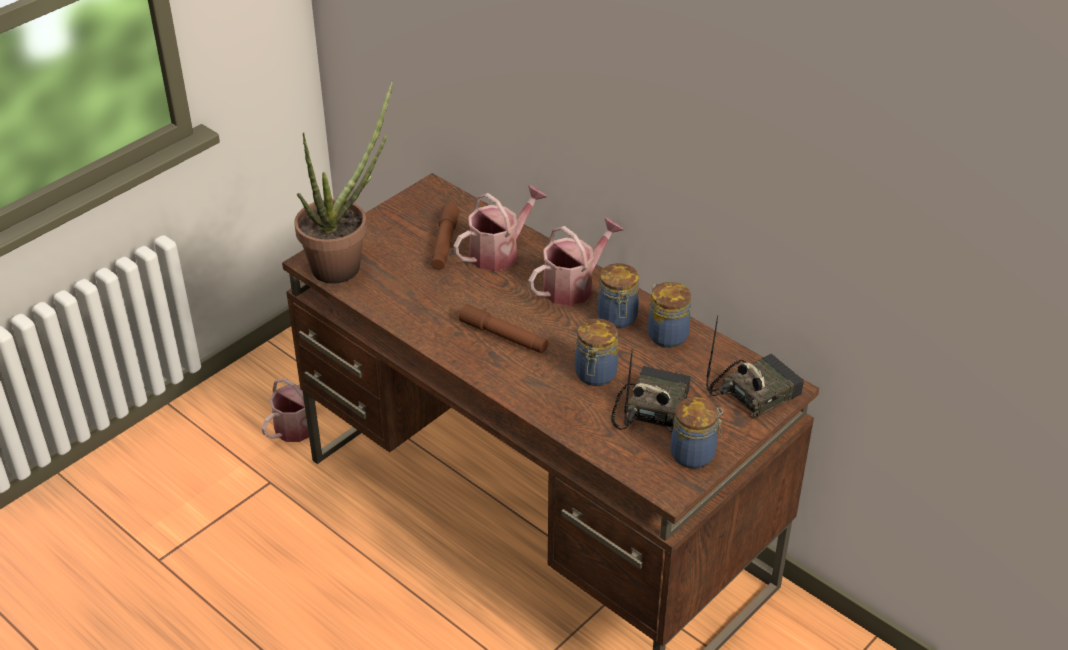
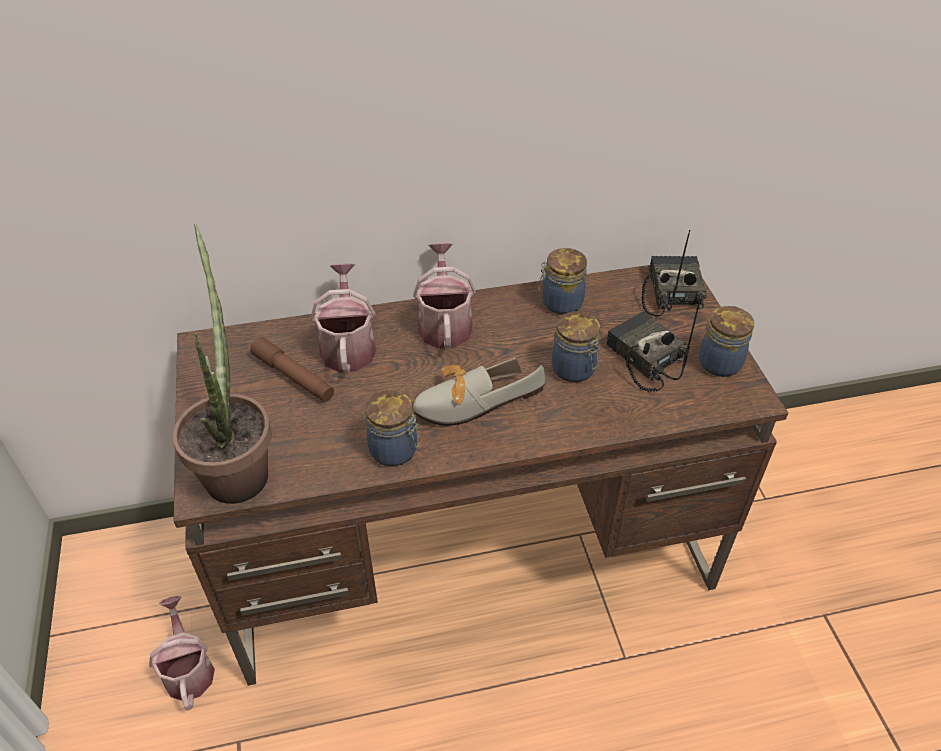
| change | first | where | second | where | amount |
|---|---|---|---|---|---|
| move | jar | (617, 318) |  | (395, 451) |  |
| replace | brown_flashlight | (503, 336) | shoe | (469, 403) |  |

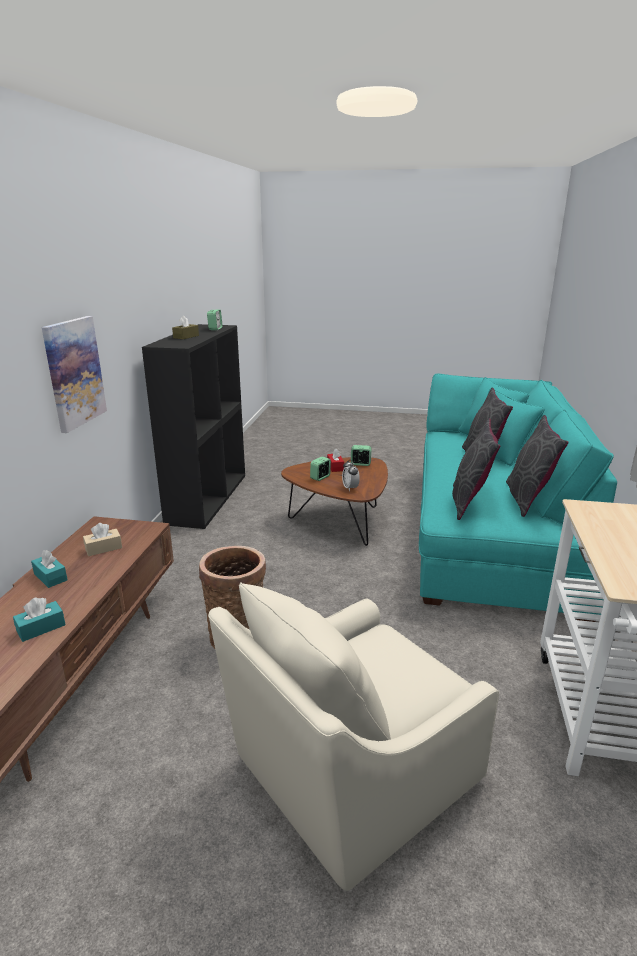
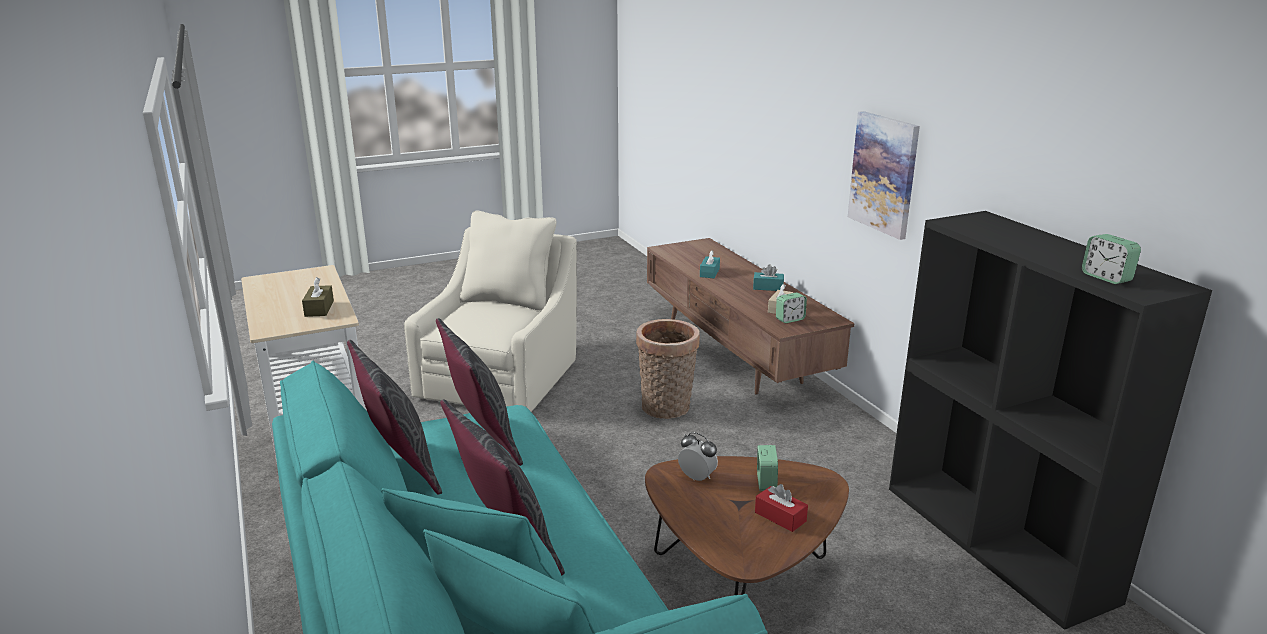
| change | first | where | second | where | amount |
|---|---|---|---|---|---|
| move | brown_tissue_box | (186, 337) |  | (319, 308) |  |
| move | alarm_clock | (360, 464) |  | (790, 319) |  |

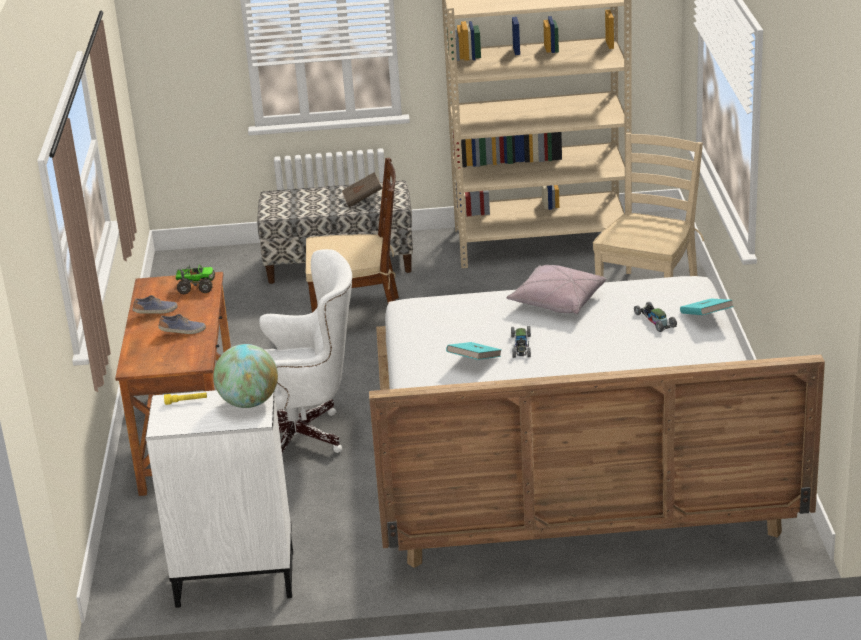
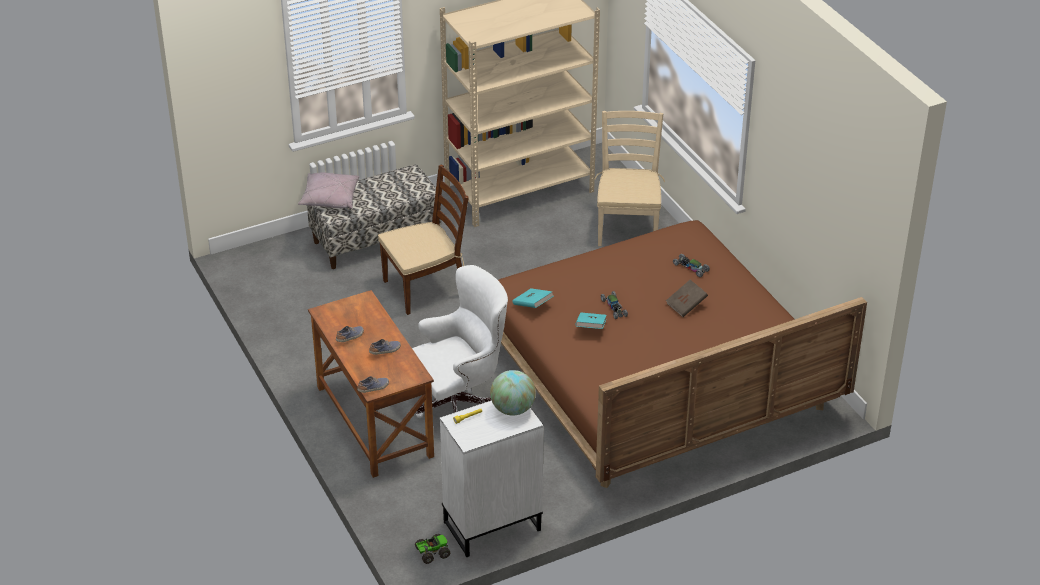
| change | first | where | second | where | amount |
|---|---|---|---|---|---|
| move | purple_pillow | (557, 302) |  | (330, 199) |  |
| insert |  |  | shoe | (373, 388) |  |
| move | toy_truck | (196, 286) |  | (432, 552) |  |
| recolor | white_bed | (571, 450) | brown_bed | (653, 372) |  |
| move | turquoise_book | (706, 317) |  | (532, 305) |  |
| move | brown_book | (362, 199) |  | (686, 305) |  |

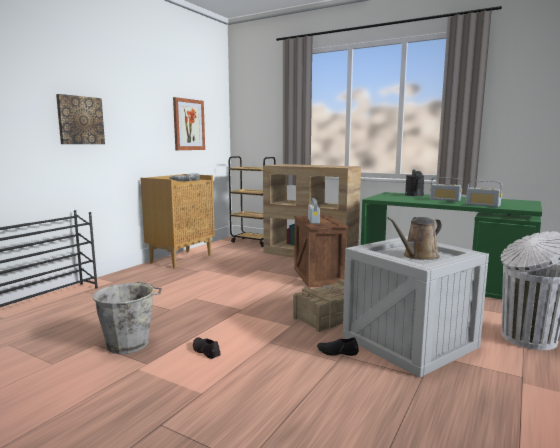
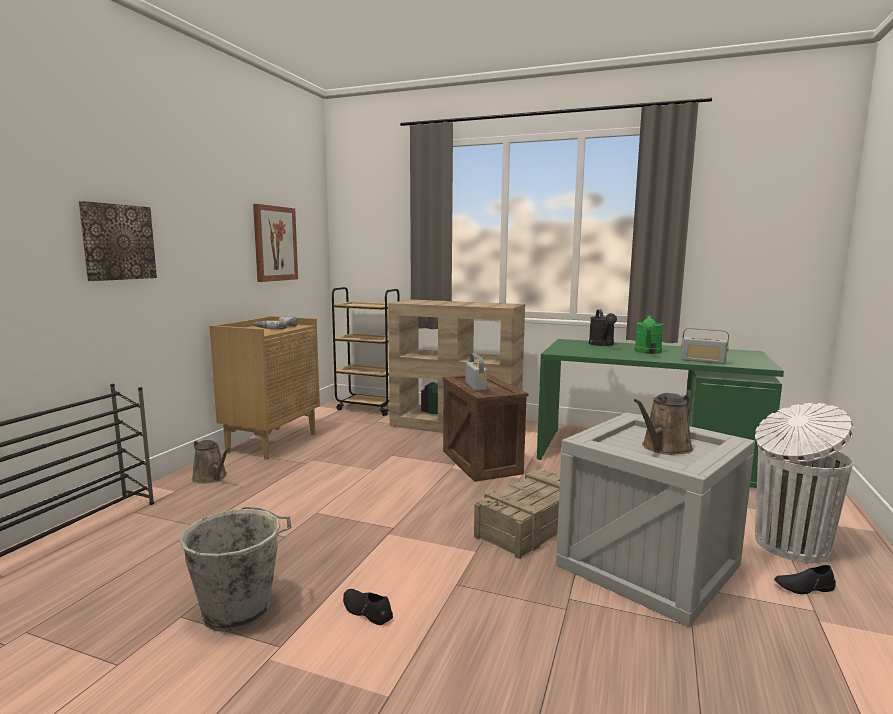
| change | first | where | second | where | amount |
|---|---|---|---|---|---|
| insert |  |  | brown_watering_can | (211, 478) |  |
| replace | radio | (445, 200) | green_watering_can | (648, 352) |  |
| move | black_shoe | (337, 352) |  | (804, 587) |  |

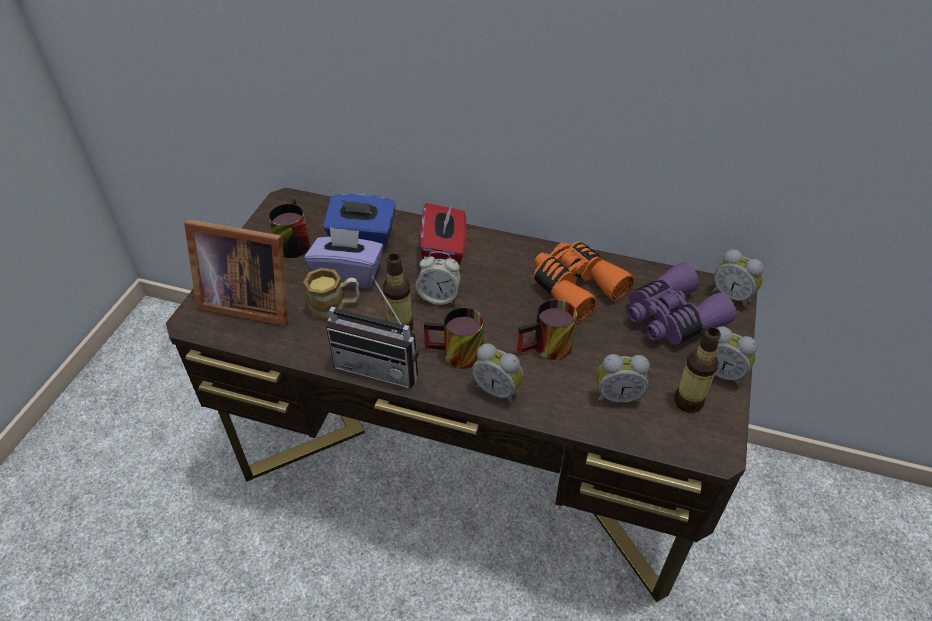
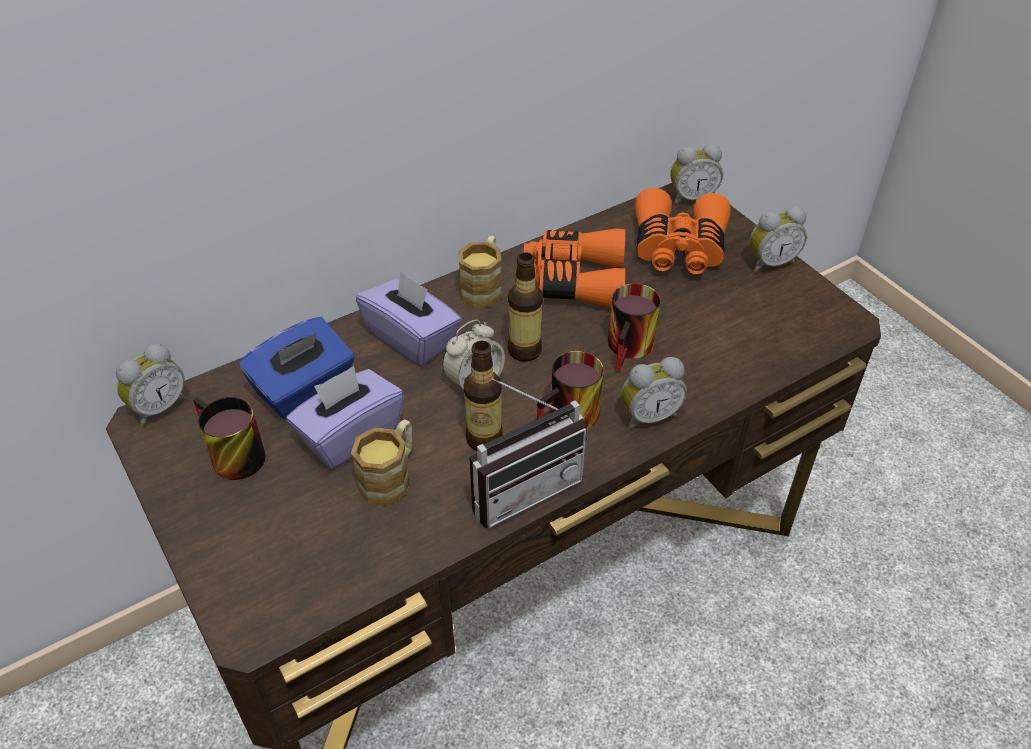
| change | first | where | second | where | amount |
|---|---|---|---|---|---|
| move | alarm_clock | (617, 396) |  | (158, 407) |  |
| recolor | red_tissue_box | (444, 252) | purple_tissue_box | (412, 338) |  |
| insert |  |  | mug | (484, 287) |  |
| move | bottle | (688, 401) |  | (524, 350) |  |
| recolor | purple_binoculars | (671, 318) | orange_binoculars | (678, 248) |  |
| delete | picture_frame | (247, 301) |  |  |  |

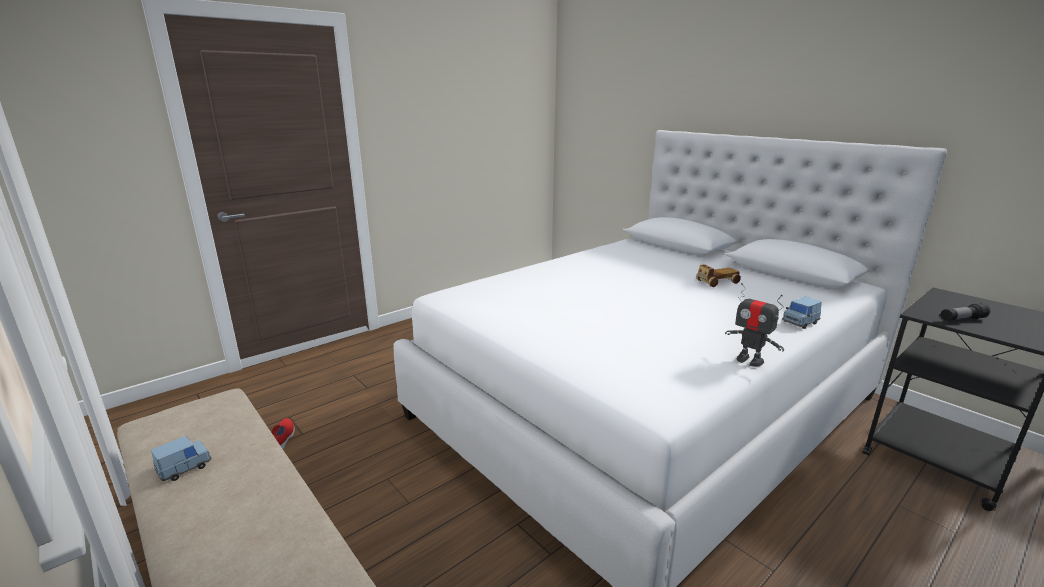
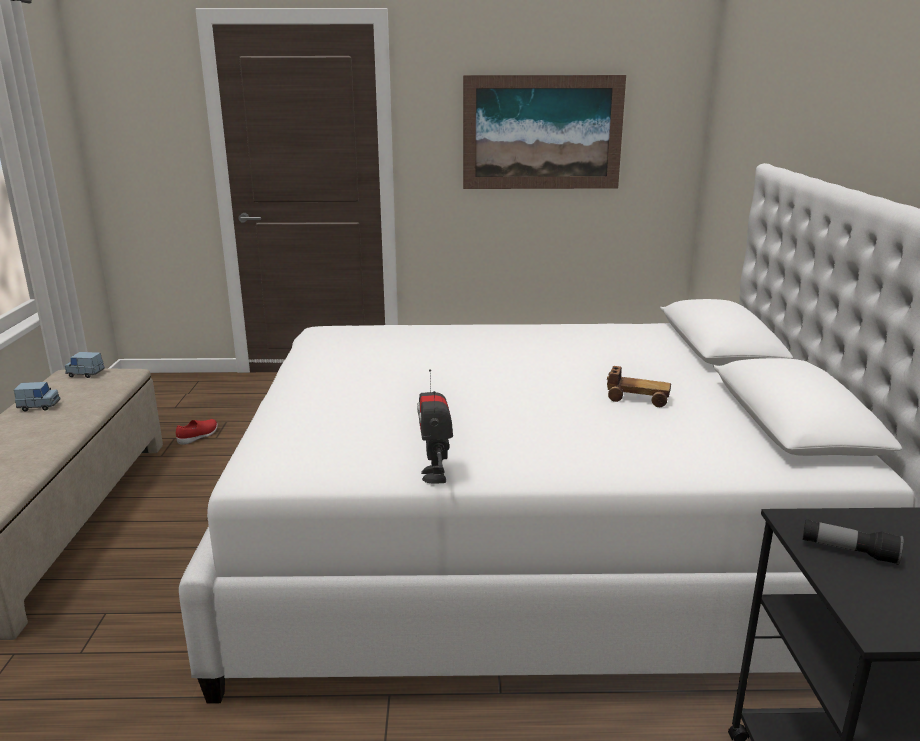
| change | first | where | second | where | amount |
|---|---|---|---|---|---|
| move | blue_toy_car | (800, 322) |  | (85, 374) |  |
| insert |  |  | picture | (542, 133) |  |

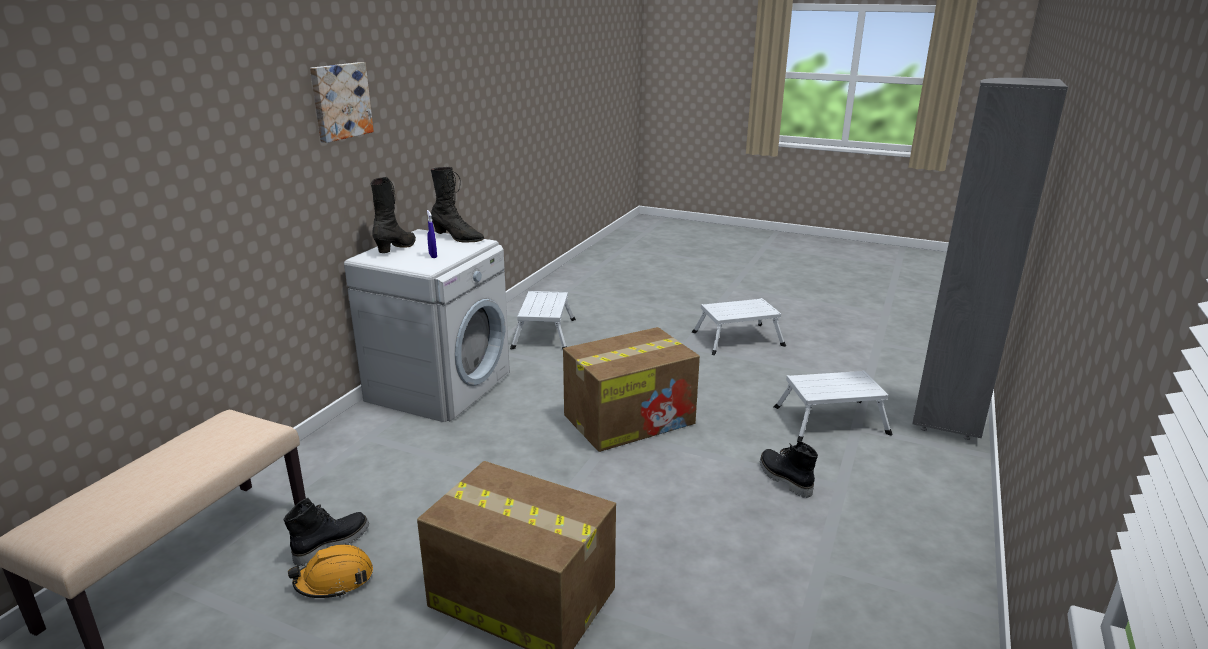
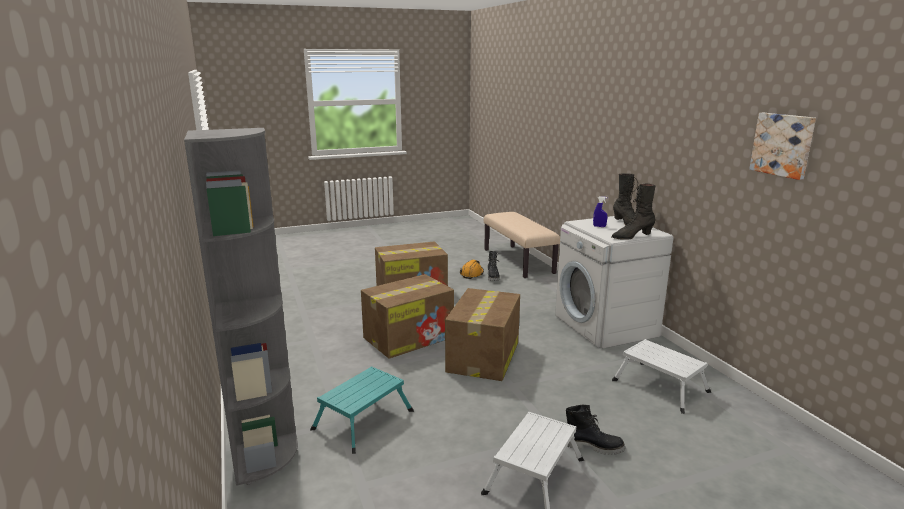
| change | first | where | second | where | amount |
|---|---|---|---|---|---|
| recolor | white_step_ladder | (830, 420) | turquoise_step_ladder | (363, 419) |  |
| insert |  |  | cardboard_box | (409, 337) |  |
| move | black_boot | (784, 479) |  | (593, 446) |  |
| move | picture | (340, 101) |  | (783, 145) |  |

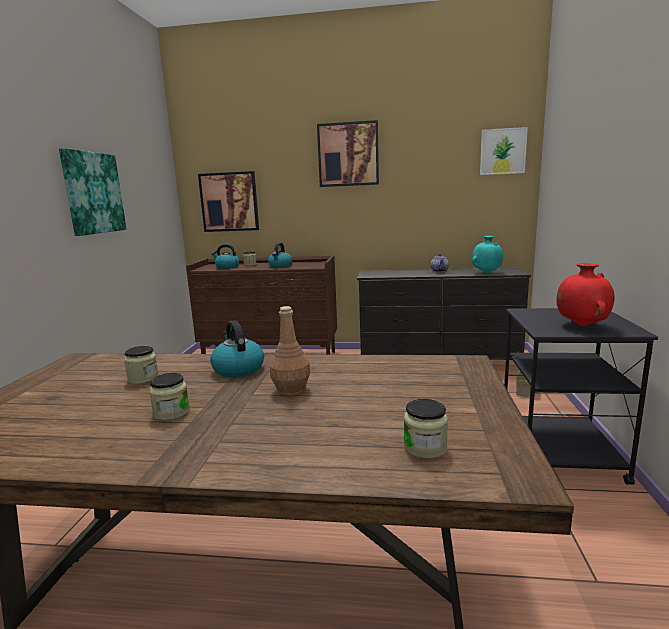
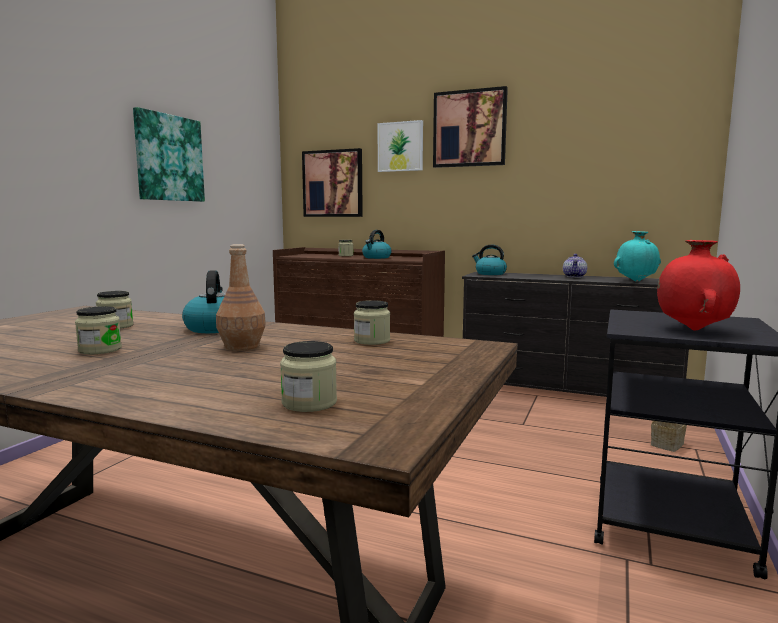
| change | first | where | second | where | amount |
|---|---|---|---|---|---|
| insert |  |  | jar | (372, 341) |  |
| move | picture | (502, 151) |  | (400, 146) |  |
| move | kettle | (227, 267) |  | (490, 274) |  |

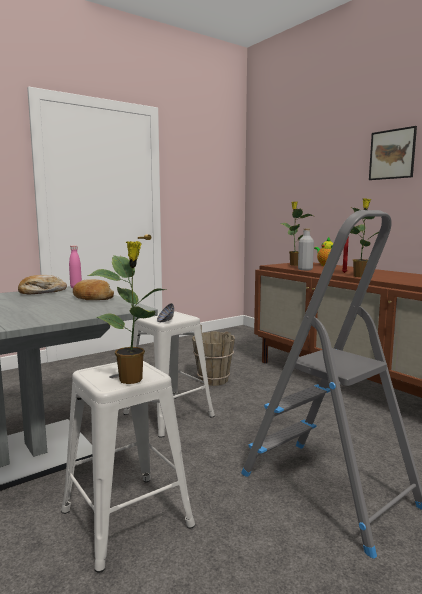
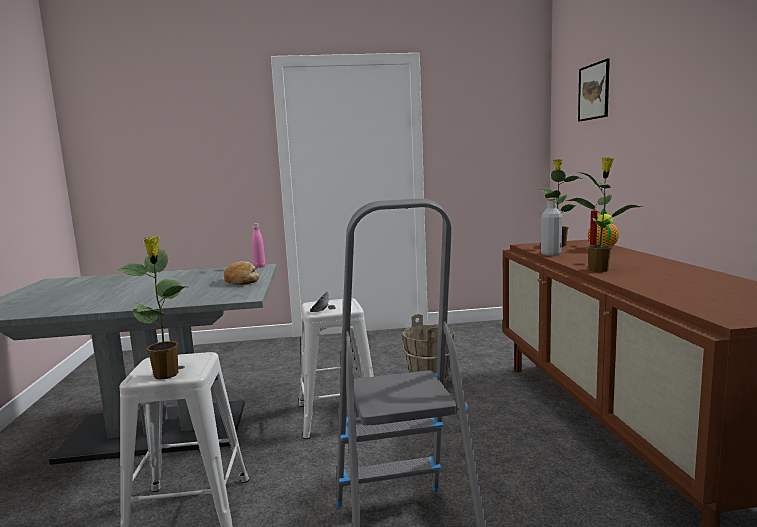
| change | first | where | second | where | amount |
|---|---|---|---|---|---|
| move | picture | (392, 154) |  | (594, 91) |  |
| delete | bread | (42, 292) |  |  |  |

